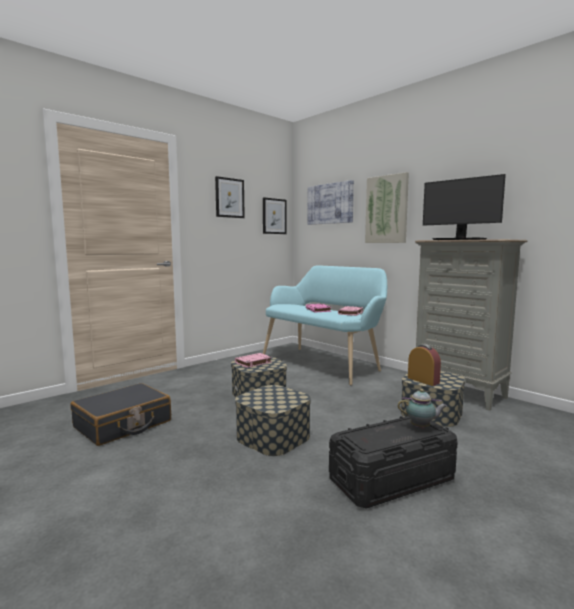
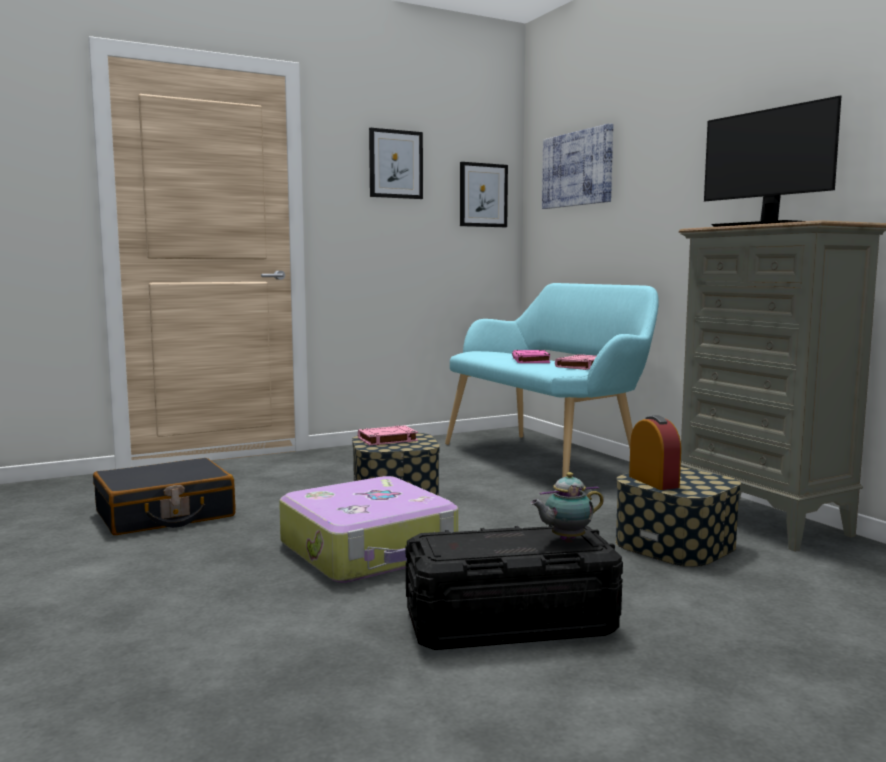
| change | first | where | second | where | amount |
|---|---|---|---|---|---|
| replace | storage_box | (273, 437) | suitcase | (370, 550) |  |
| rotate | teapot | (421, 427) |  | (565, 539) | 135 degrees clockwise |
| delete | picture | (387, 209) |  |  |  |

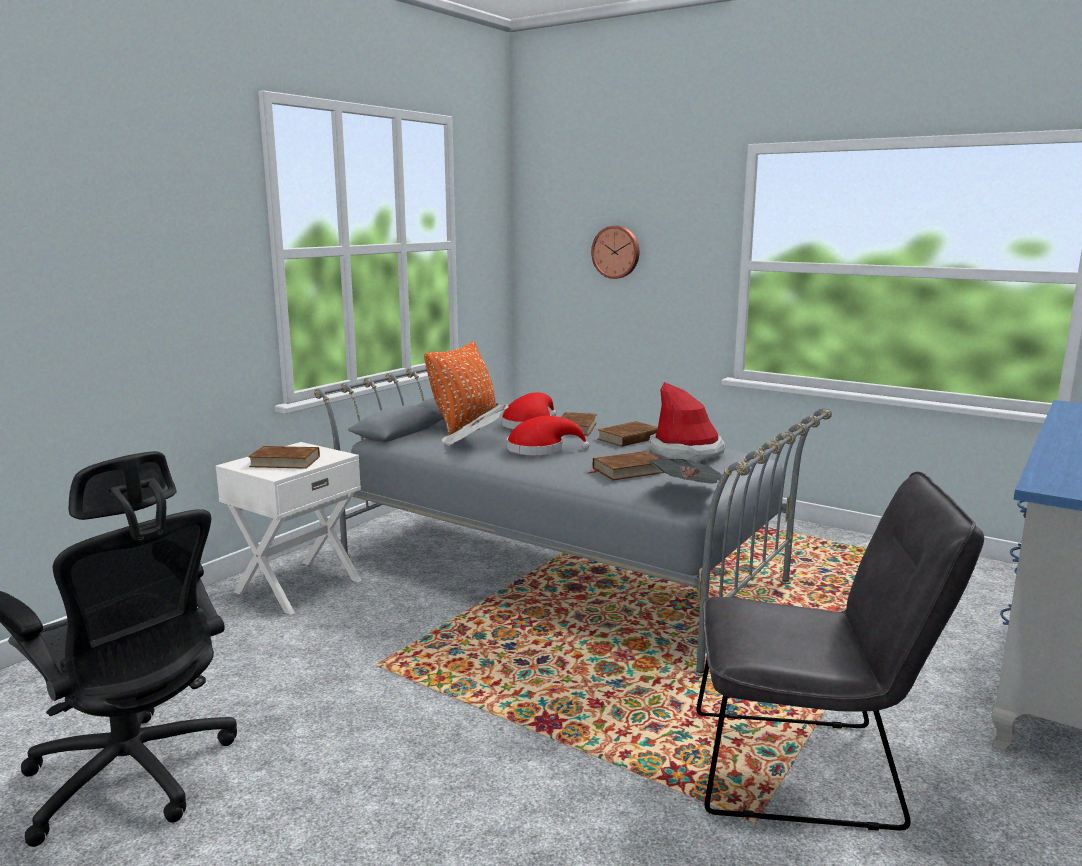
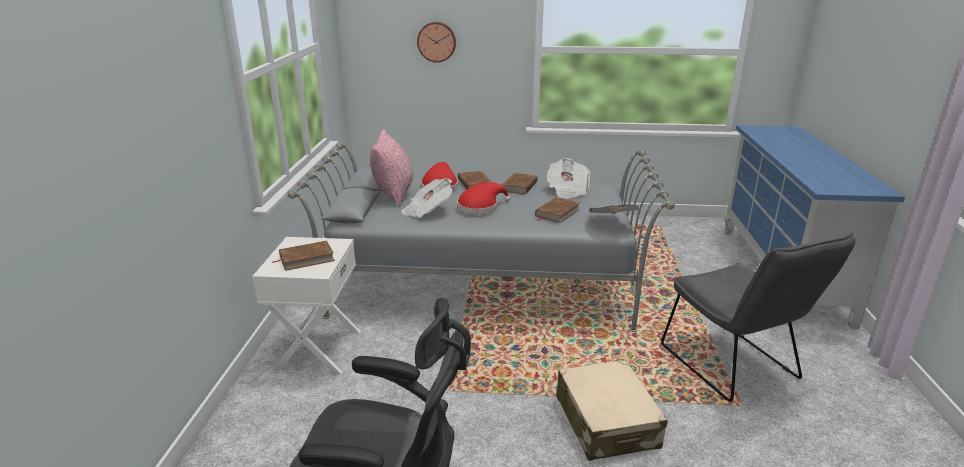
| change | first | where | second | where | amount |
|---|---|---|---|---|---|
| recolor | orange_pillow | (464, 424) | pink_pillow | (394, 195) |  |
| replace | hat | (686, 452) | newspaper | (567, 191) |  |
| insert |  |  | beige_suitcase | (606, 422) |  |
| rotate | grey_chair | (810, 769) |  | (734, 367) | 90 degrees clockwise |

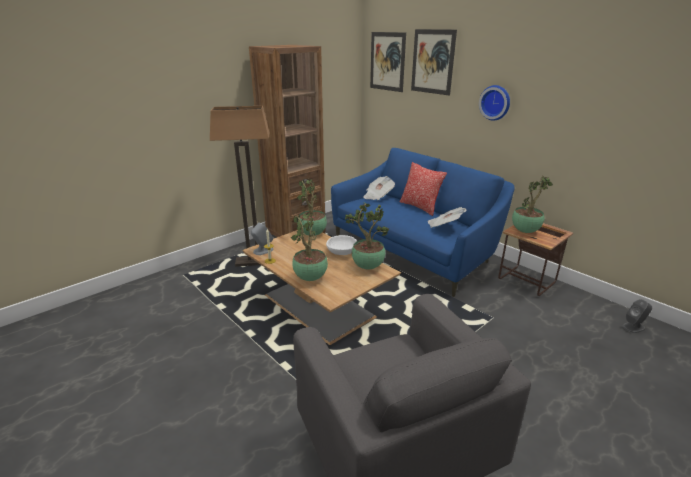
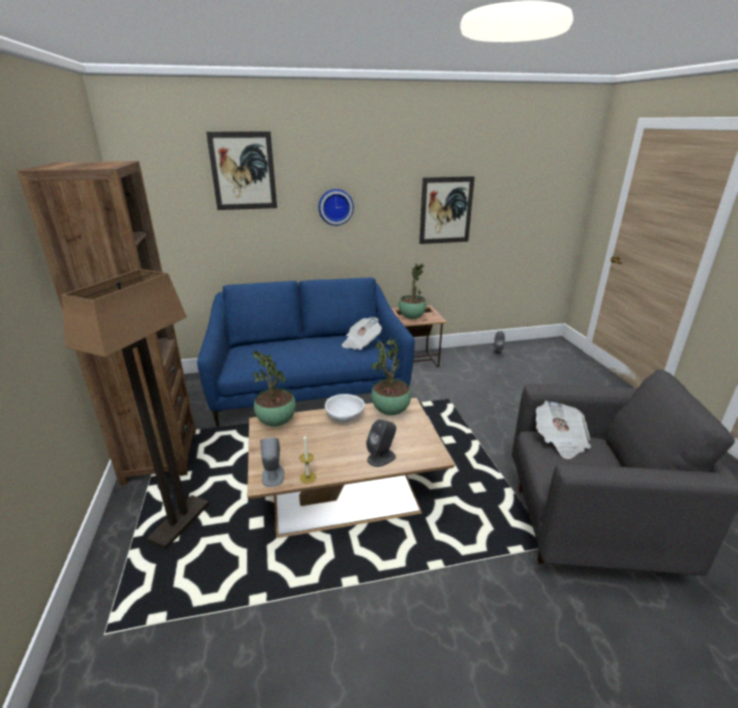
| change | first | where | second | where | amount |
|---|---|---|---|---|---|
| replace | potted_plant | (310, 278) | grey_speaker | (381, 457) |  |
| move | picture | (387, 61) |  | (446, 210) |  |
| move | newspaper | (378, 196) |  | (560, 440) |  |
| delete | pillow | (420, 207) |  |  |  |

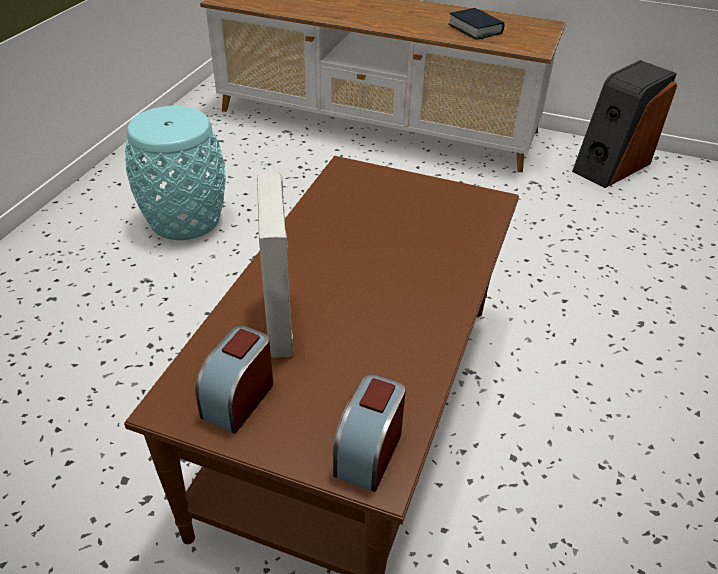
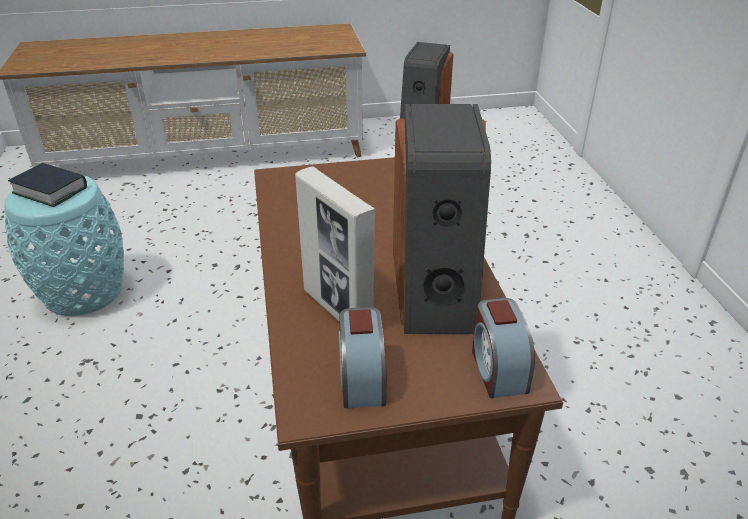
| change | first | where | second | where | amount |
|---|---|---|---|---|---|
| move | book | (475, 29) |  | (50, 190) |  |
| insert |  |  | speaker | (436, 288) |  |

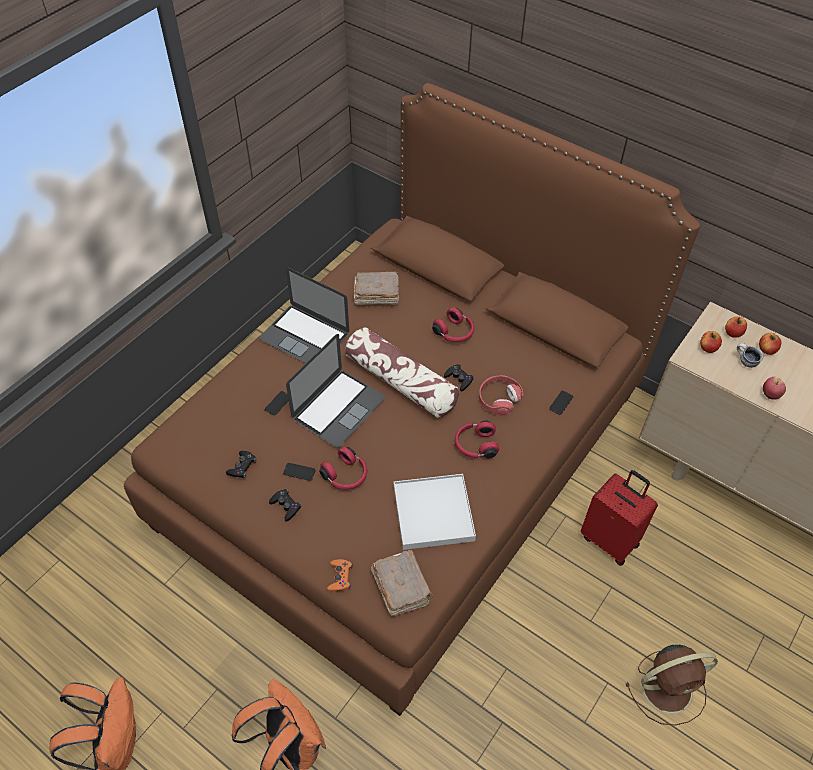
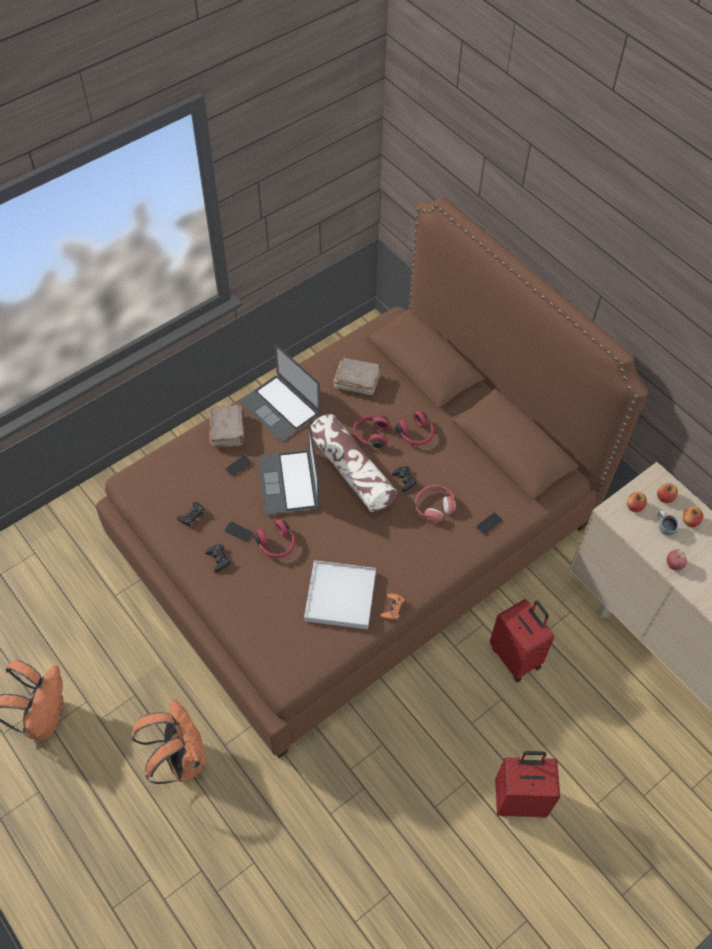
| change | first | where | second | where | amount |
|---|---|---|---|---|---|
| move | brown_book | (401, 586) |  | (228, 430) |  |
| rotate | laptop | (338, 408) |  | (289, 482) | 120 degrees clockwise |
| move | red_headphones | (475, 445) |  | (370, 435) |  |
| move | orange_game_controller | (340, 577) |  | (392, 608) |  |
| replace | brown_fan | (669, 687) | red_suitcase | (520, 799) |  |

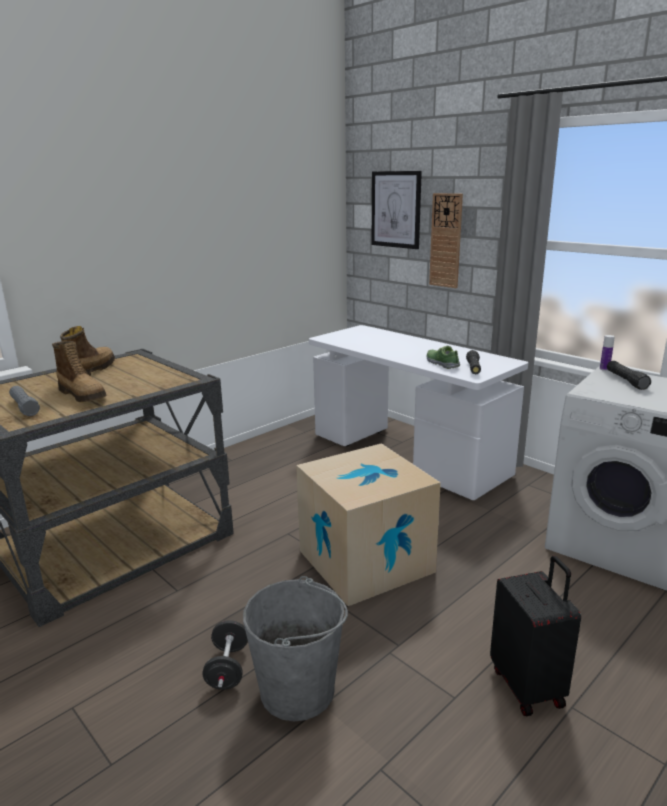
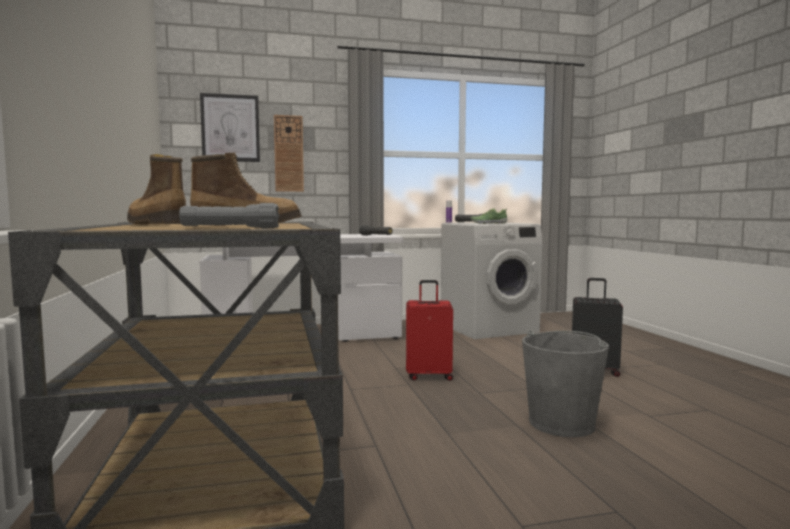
| change | first | where | second | where | amount |
|---|---|---|---|---|---|
| replace | cardboard_box | (365, 561) | red_suitcase | (429, 375) |  |
| move | shoe | (442, 363) |  | (488, 223) |  |
| delete | black_dumbbell | (227, 668) |  |  |  |

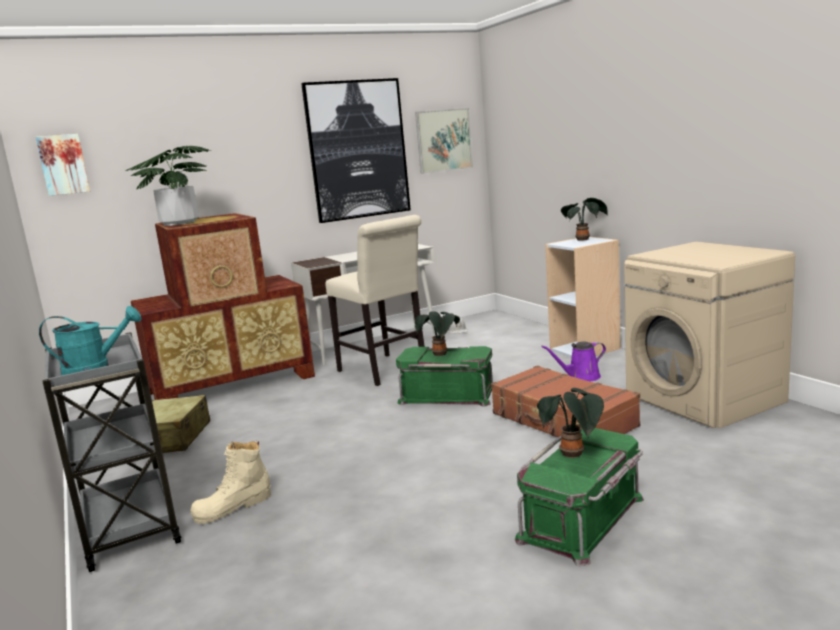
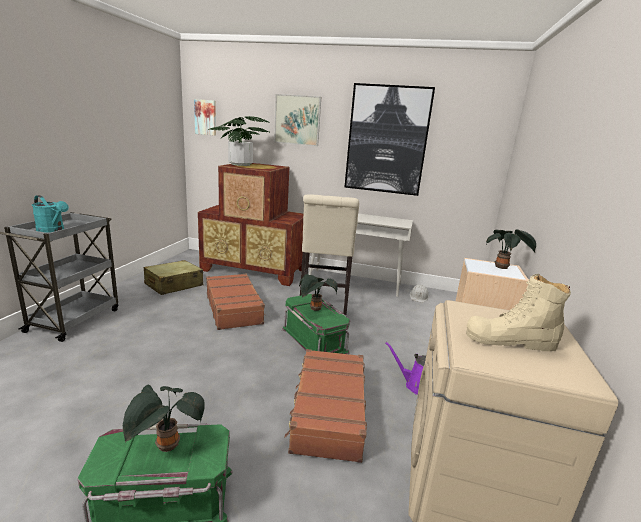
| change | first | where | second | where | amount |
|---|---|---|---|---|---|
| insert |  |  | brown_suitcase | (234, 308) |  |
| move | picture | (444, 140) |  | (297, 120) |  |
| move | beige_boot | (233, 507) |  | (510, 341) |  |

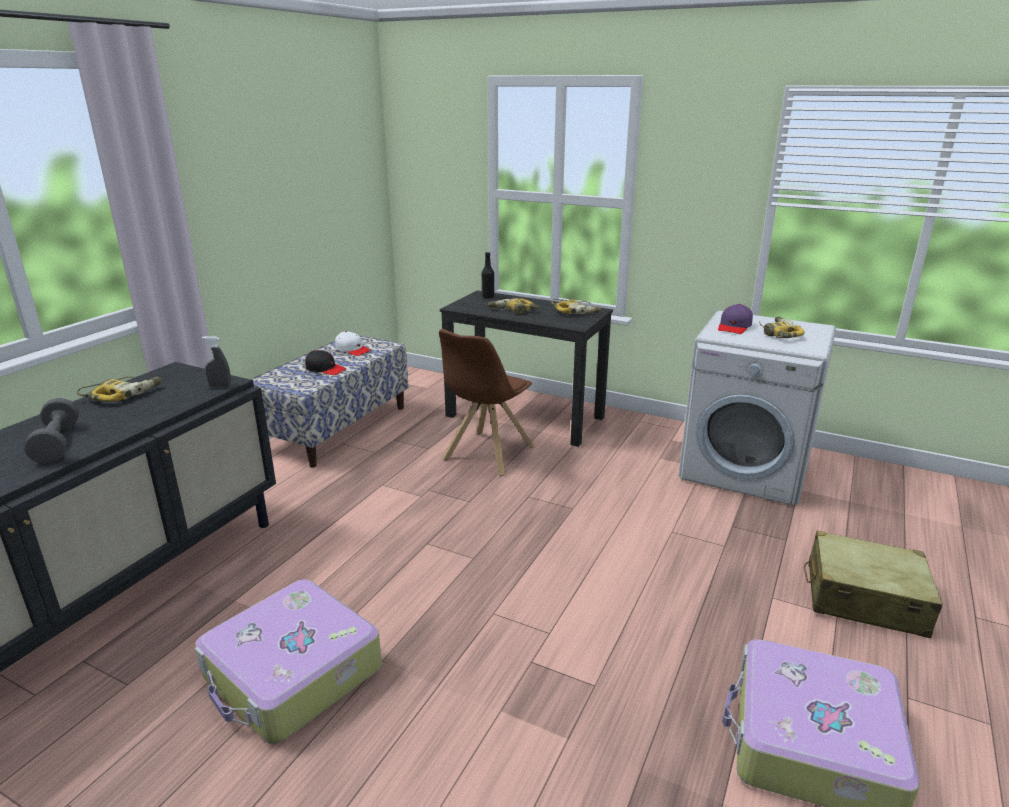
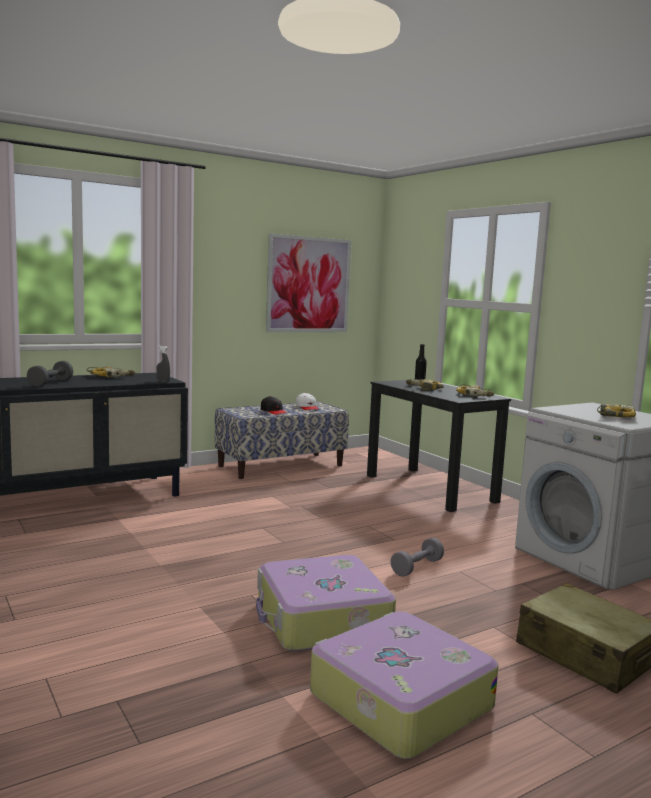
| change | first | where | second | where | amount |
|---|---|---|---|---|---|
| move | suitcase | (292, 674) |  | (321, 620) |  |
| insert |  |  | picture | (309, 285) |  |
| insert |  |  | grey_dumbbell | (417, 567) |  |
| delete | brown_chair | (487, 454) |  |  |  |
| delete | purple_cap | (734, 327) |  |  |  |

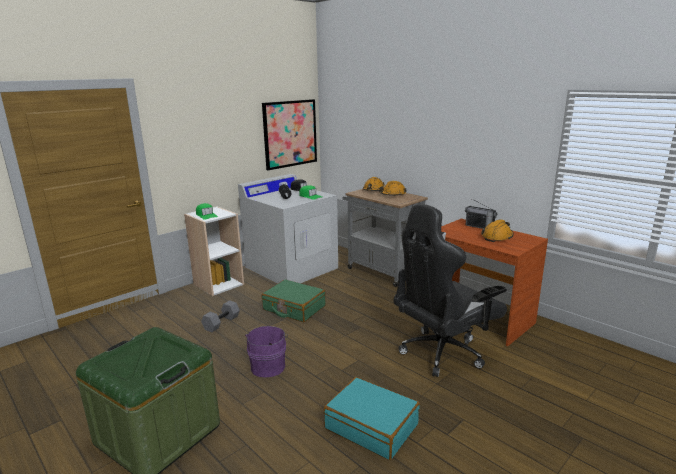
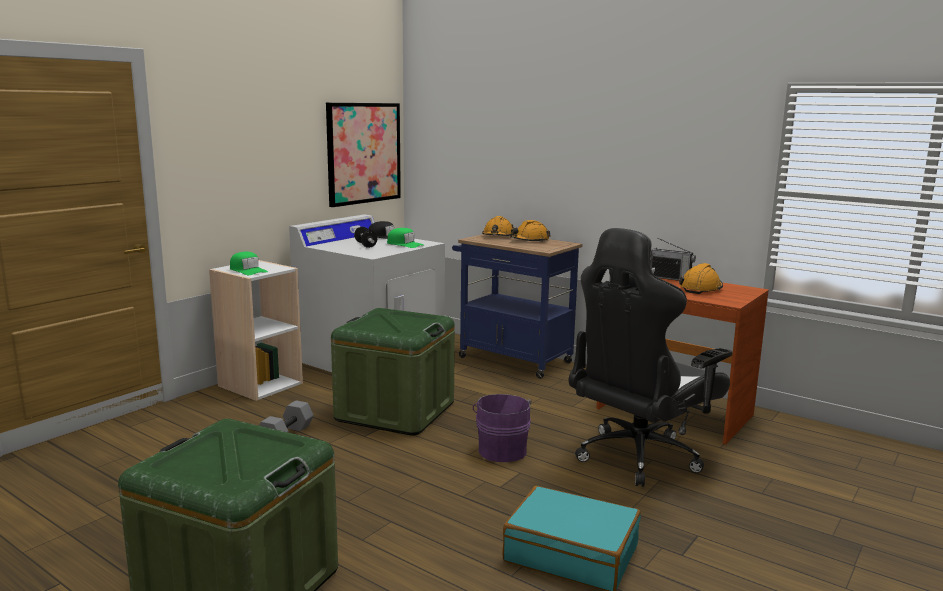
| change | first | where | second | where | amount |
|---|---|---|---|---|---|
| replace | green_suitcase | (294, 308) | green_storage_box | (395, 411) |  |
| recolor | grey_cart | (381, 271) | blue_cart | (512, 359) |  |
| move | purple_bucket | (268, 366) |  | (502, 450) |  |

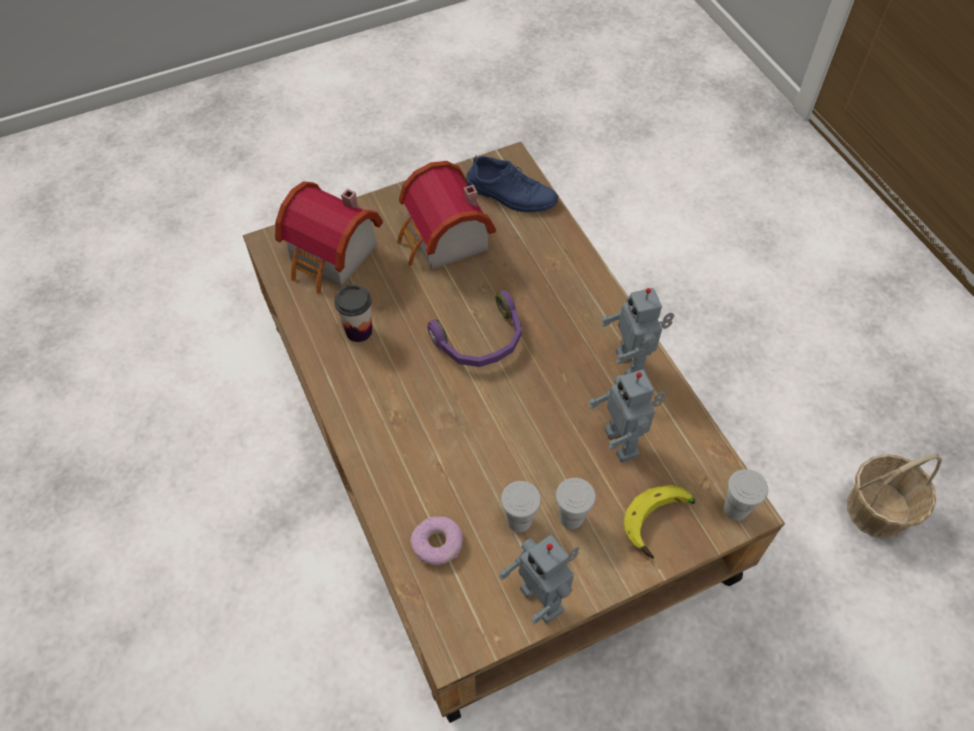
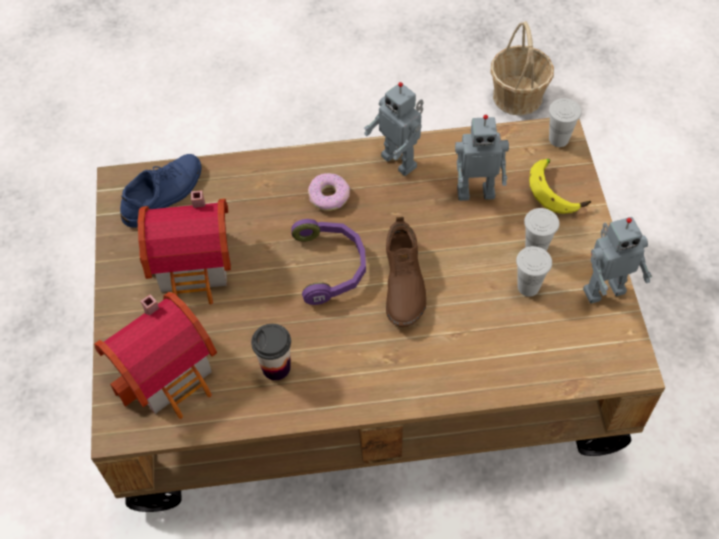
| change | first | where | second | where | amount |
|---|---|---|---|---|---|
| move | donut | (437, 544) |  | (329, 196) |  |
| rotate | toy_robot | (633, 364) |  | (400, 160) | 45 degrees clockwise |
| insert |  |  | brown_shoe | (402, 282) |  |

